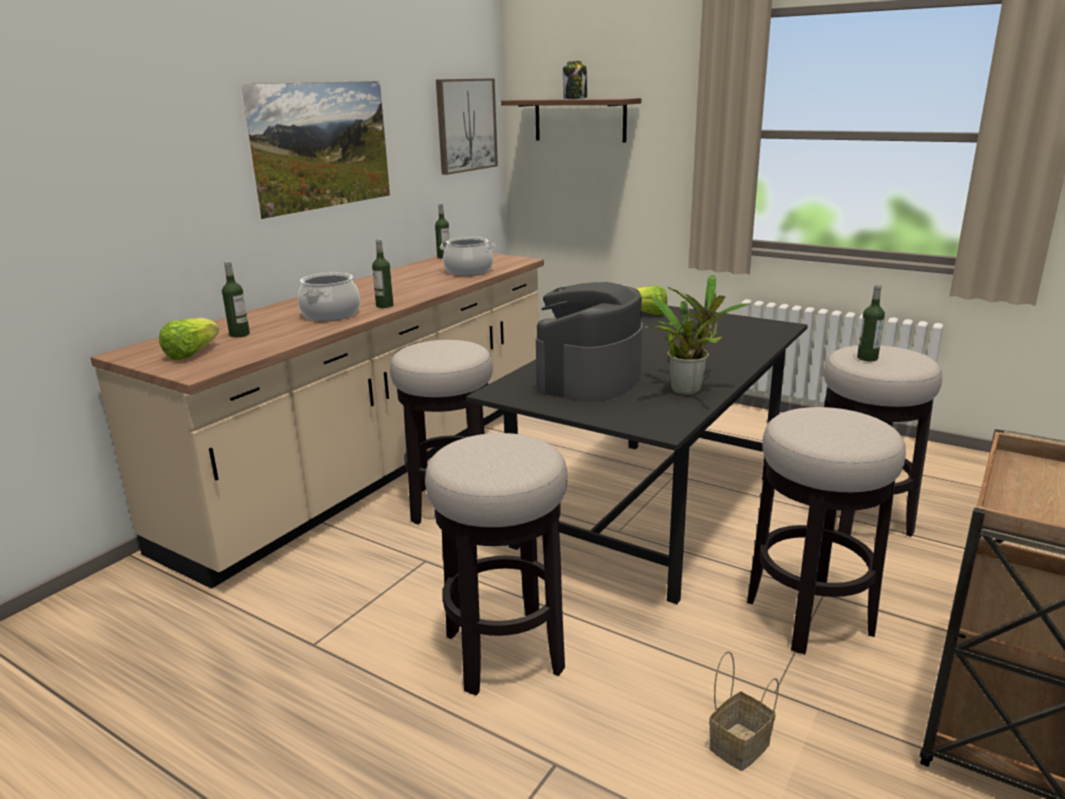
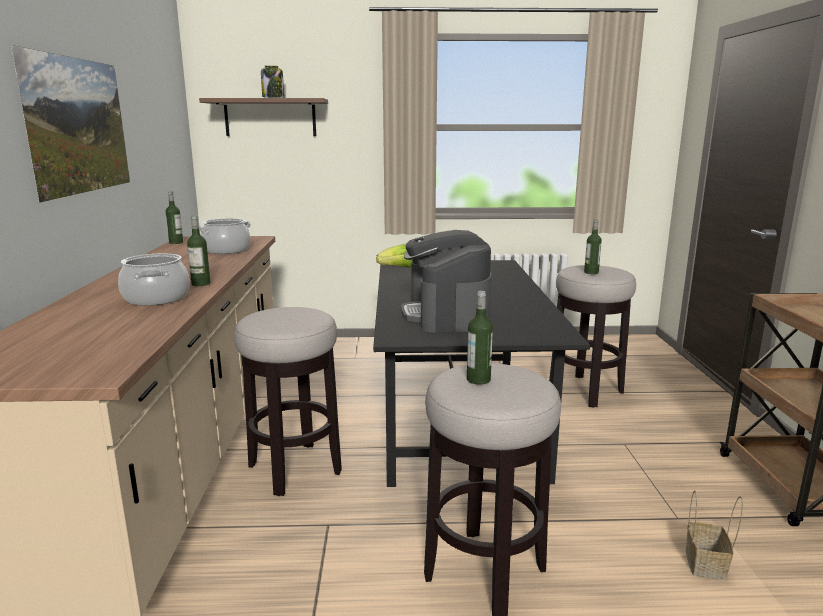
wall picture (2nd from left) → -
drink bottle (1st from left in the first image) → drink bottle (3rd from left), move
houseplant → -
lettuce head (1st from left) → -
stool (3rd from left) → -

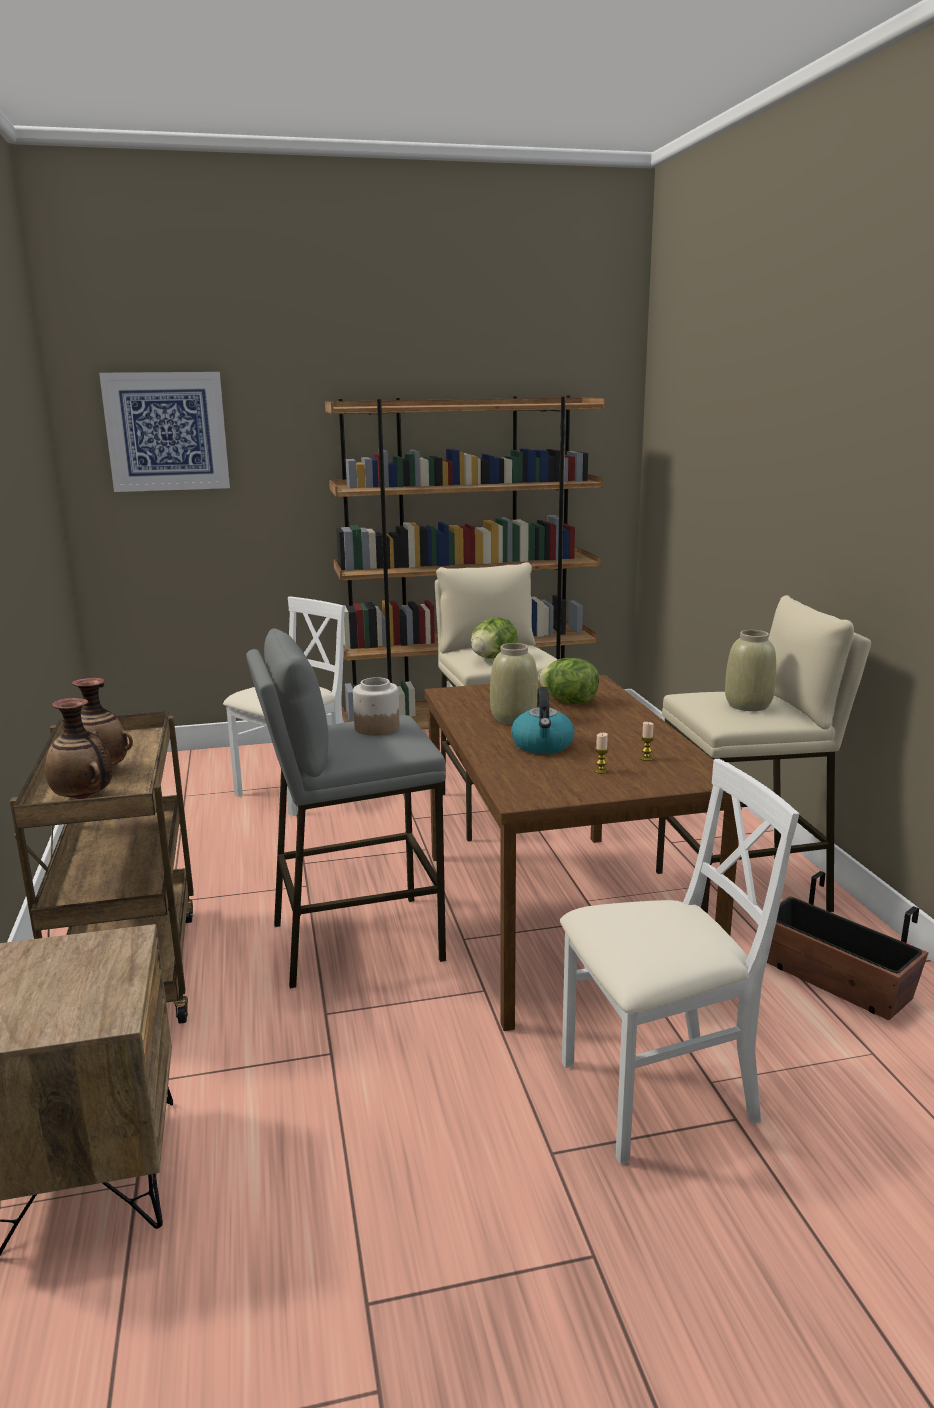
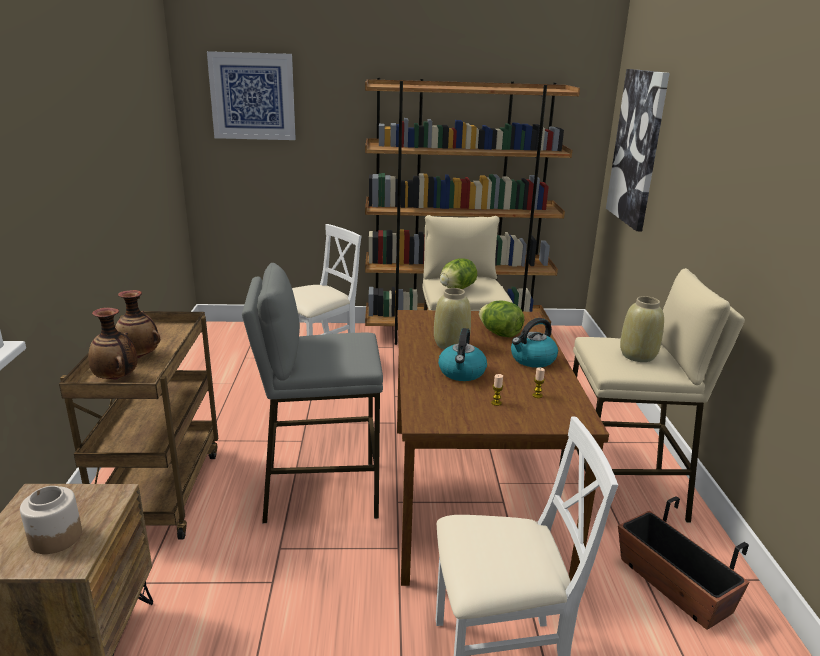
storage jar, move
- → wall picture (2nd from left)
- → kettle (2nd from left)

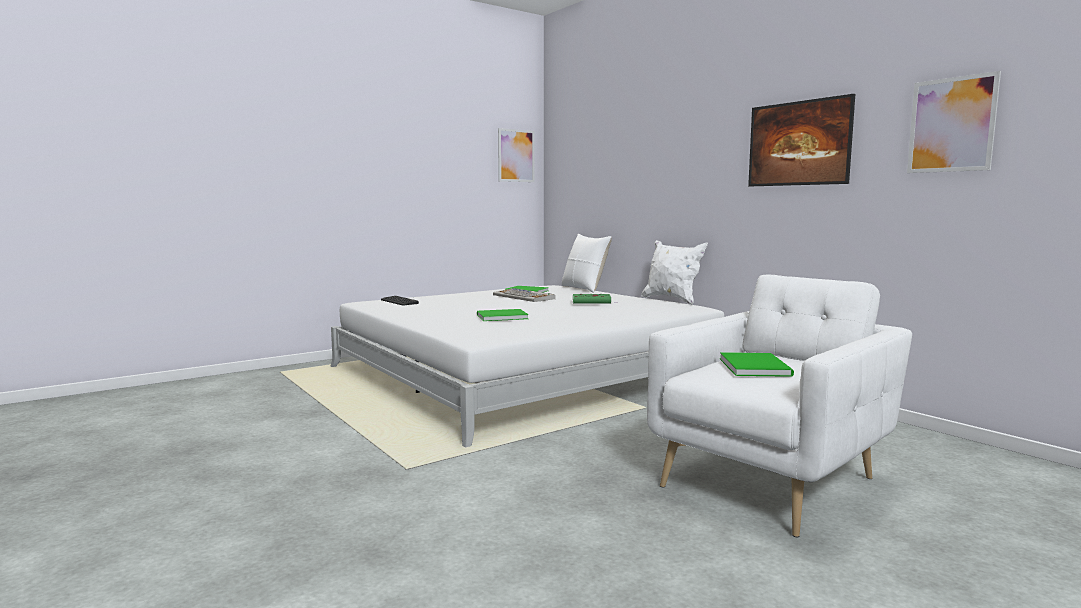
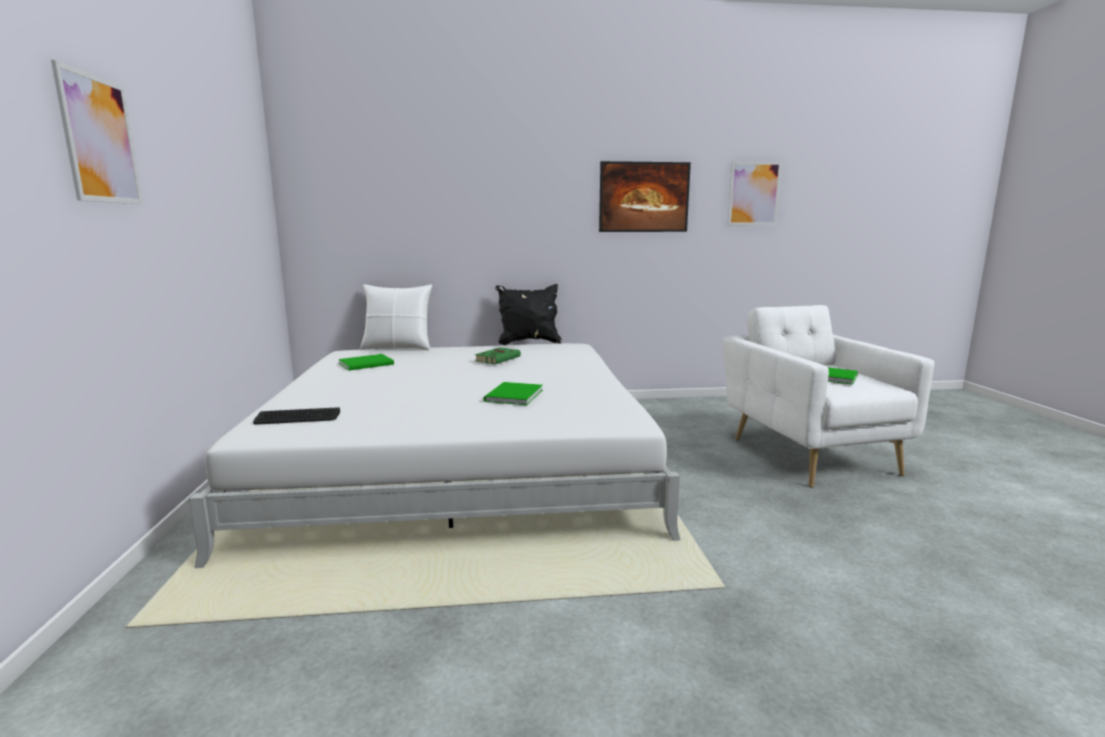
wall picture (1st from left), move
pillow/white-coloured (2nd from left) → pillow/blackish
computer keyboard (2nd from left) → -

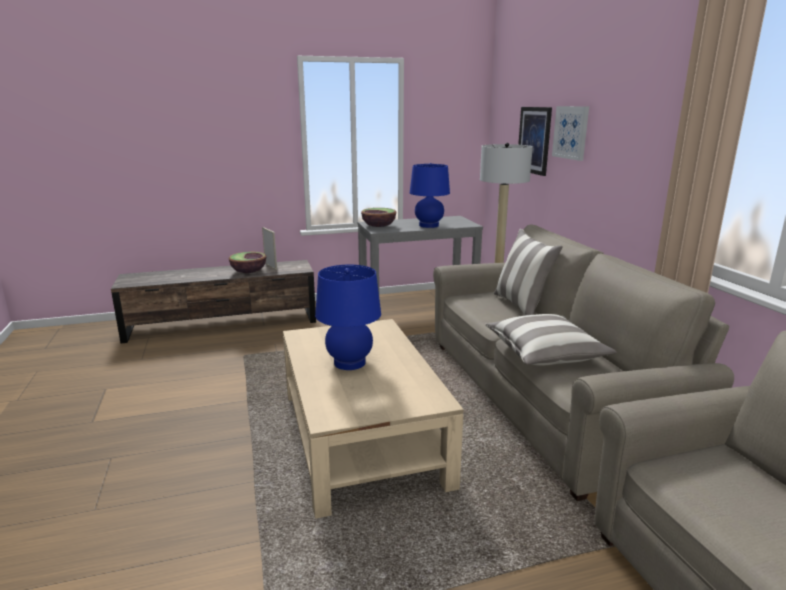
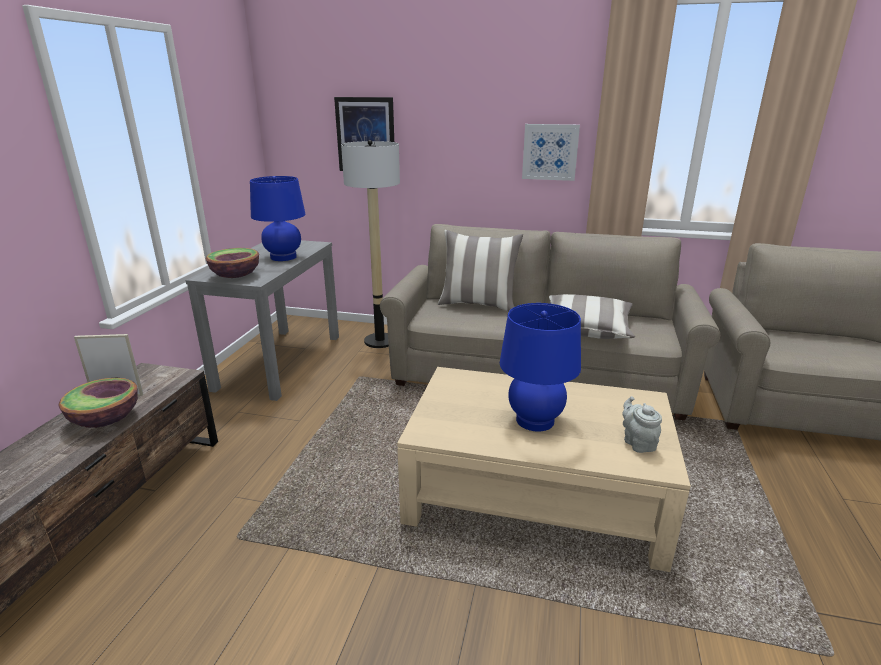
wall picture (2nd from left), move
- → teapot/grey

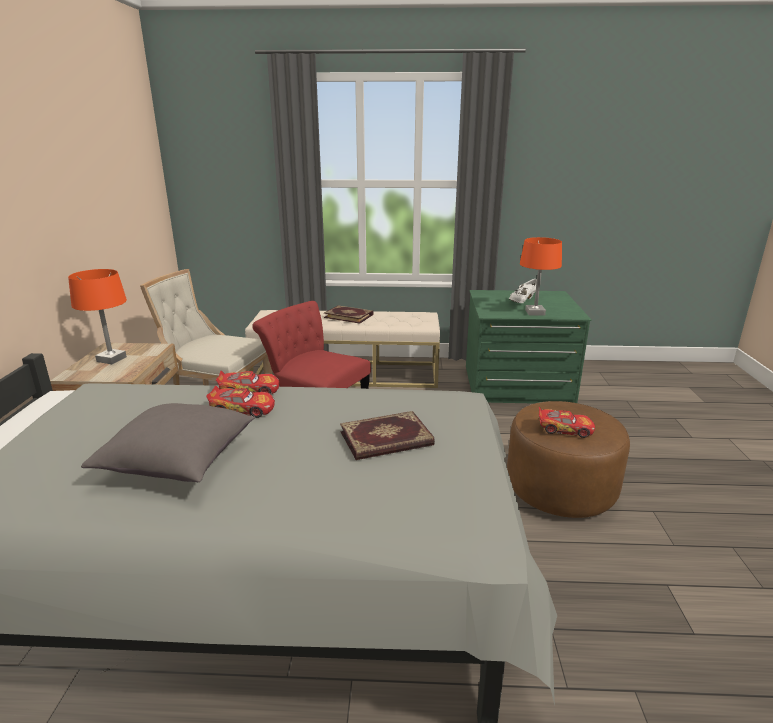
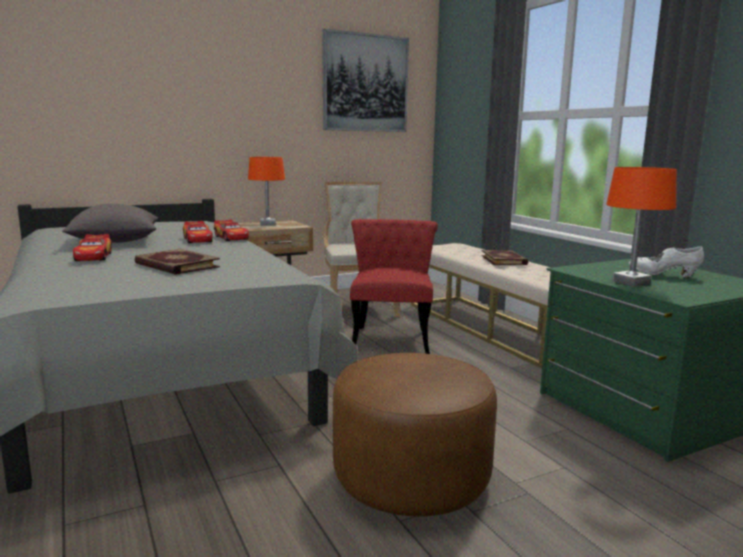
model car (3rd from left in the first image) → model car (1st from left), move
- → wall picture

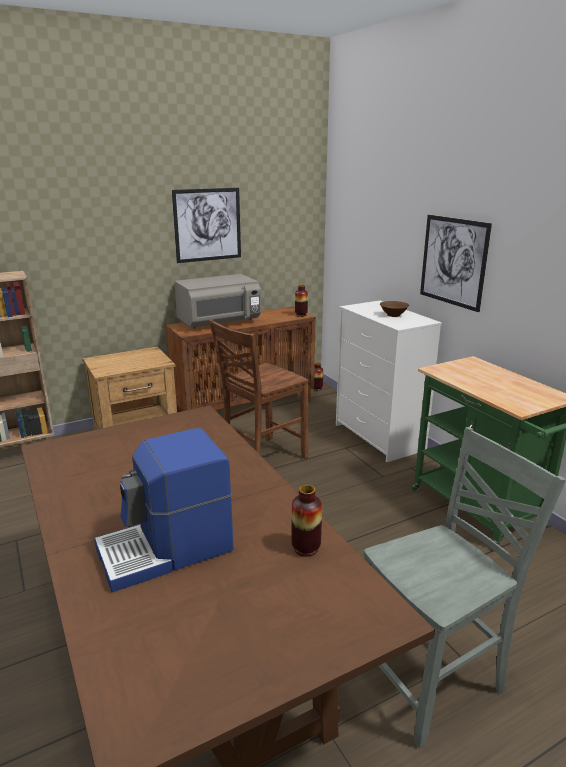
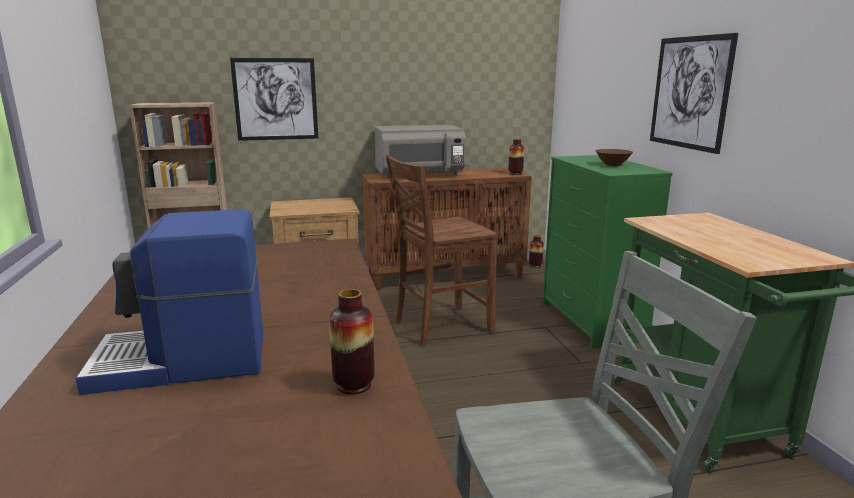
wall picture (1st from left), move
chest of drawers/white-coloured → chest of drawers/greenish

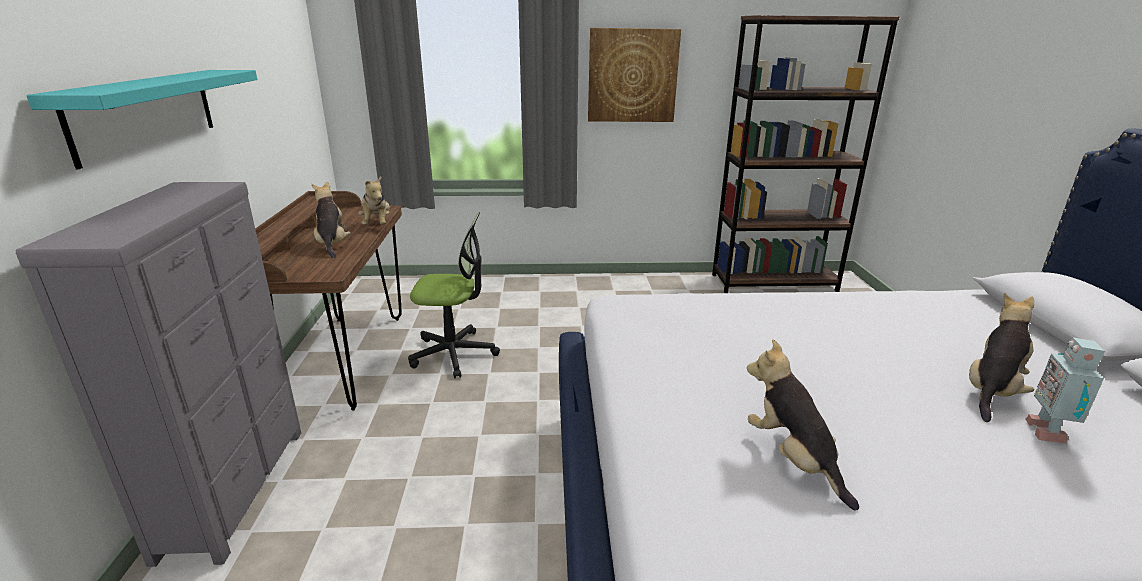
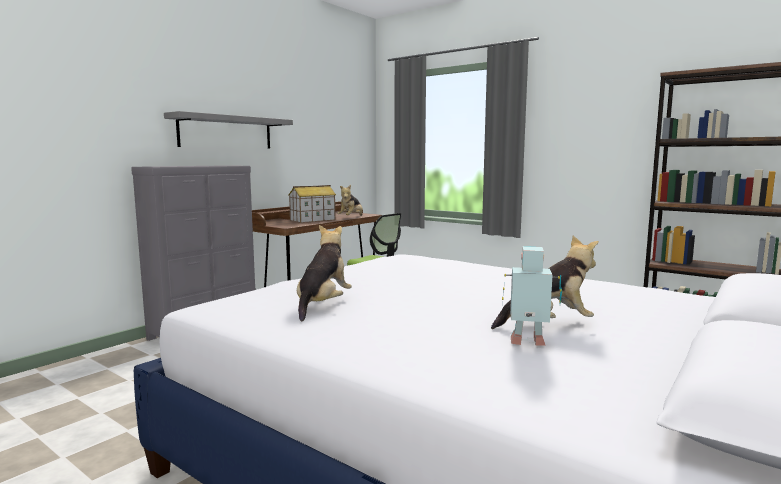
wall picture → -
wall shelf/turquoise-coloured → wall shelf/grey
cuddly toy (1st from left) → toy house
model robot, 45 degrees clockwise

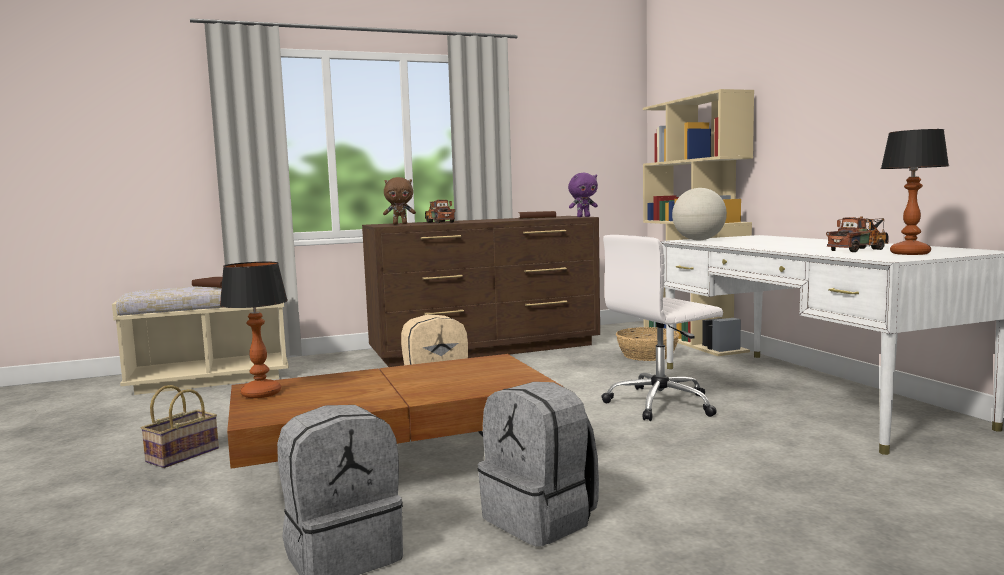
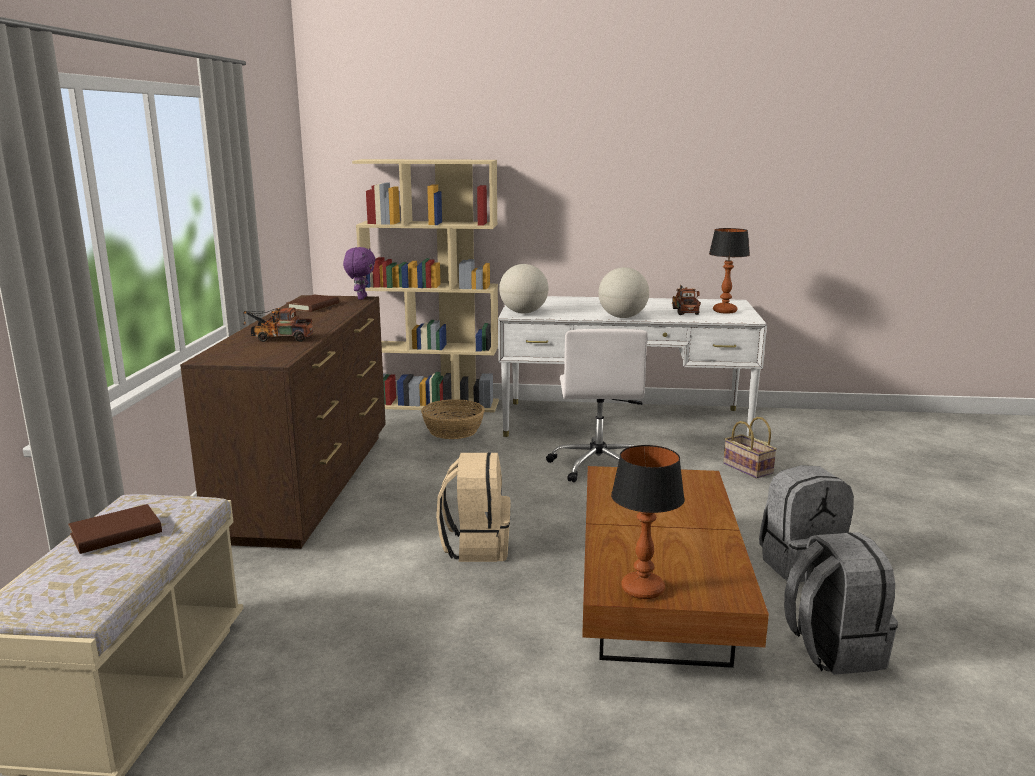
cuddly toy/brown → -
household basket (1st from left in the first image) → household basket (2nd from left), move
- → globe (2nd from left)

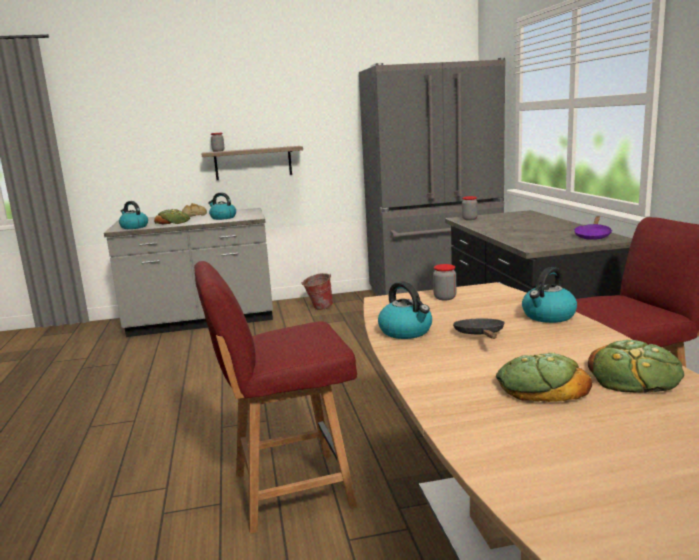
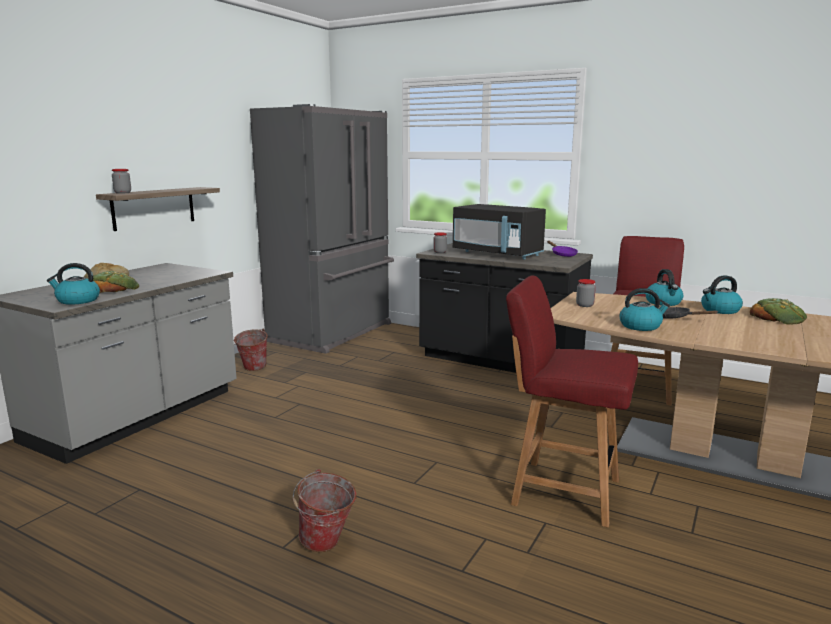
kettle (2nd from left in the first image) → kettle (4th from left), move
chair/reddish (1st from left), 90 degrees clockwise
bread (3rd from left) → -
- → microwave oven/blackish
- → water bucket (2nd from left)

